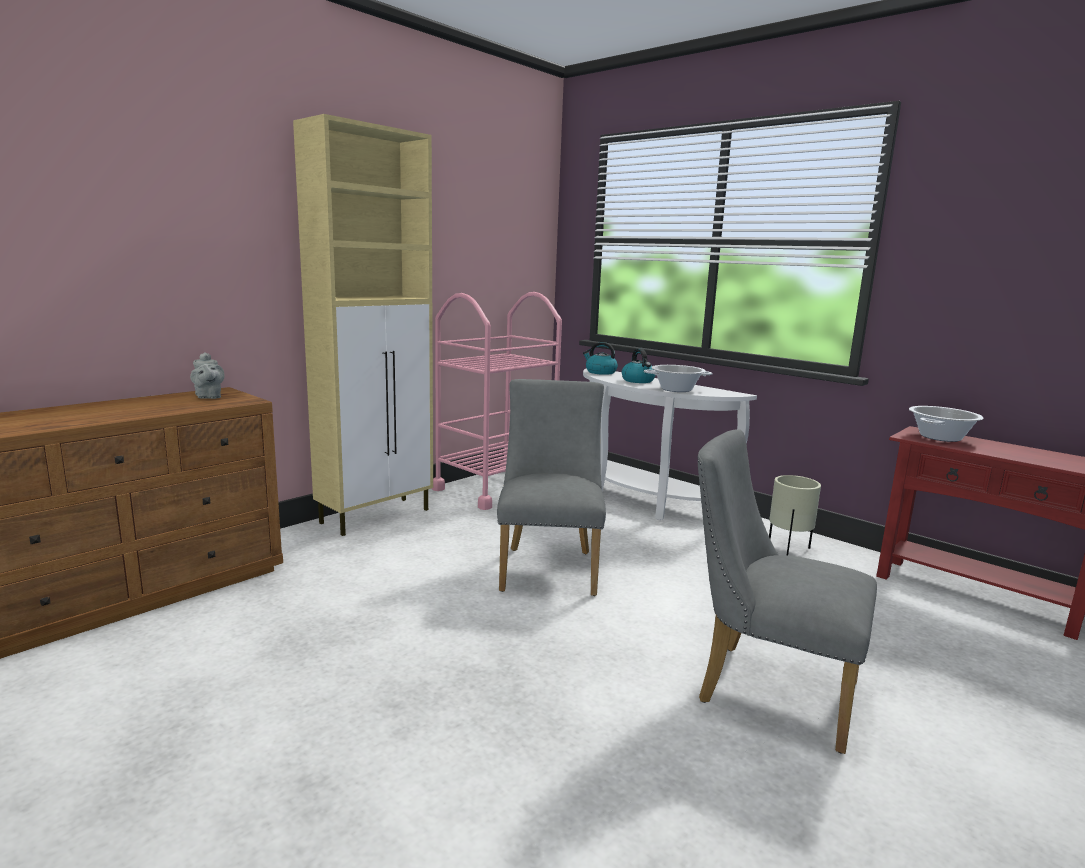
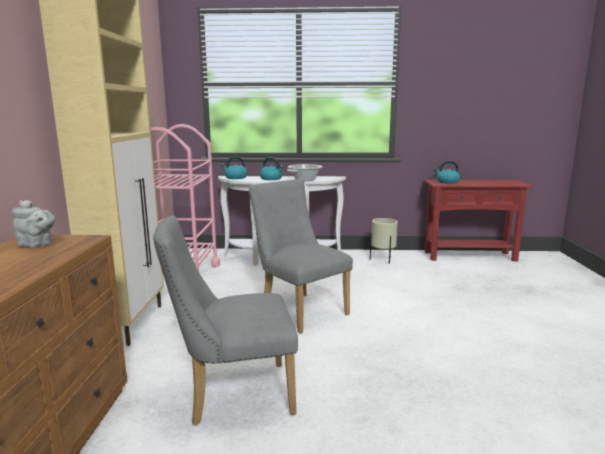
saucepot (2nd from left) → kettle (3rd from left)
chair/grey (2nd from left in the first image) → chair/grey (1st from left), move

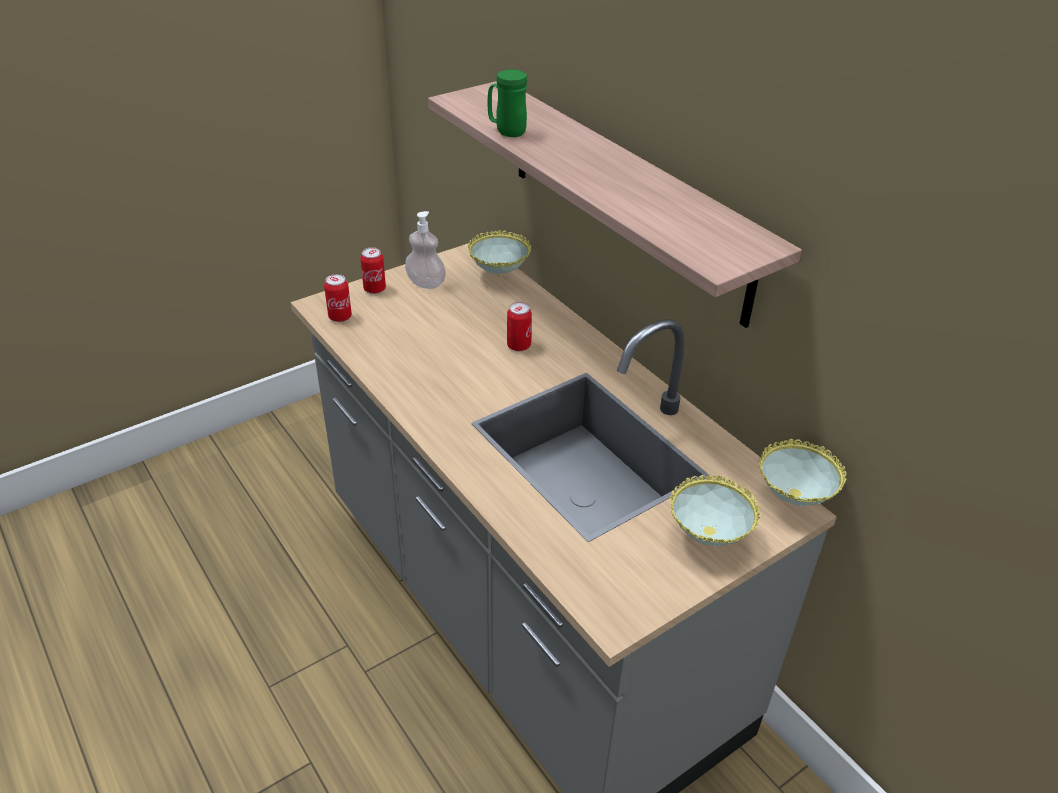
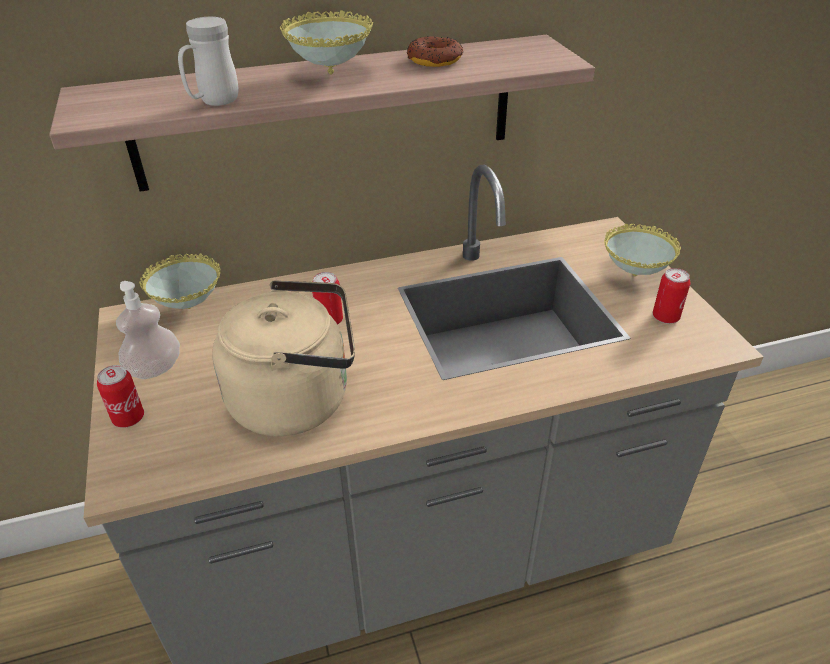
tea mug/greenish → tea mug/white-coloured
sealed can (1st from left in the first image) → sealed can (3rd from left), move
deep dish (3rd from left in the first image) → deep dish (2nd from left), move
- → ring doughnut
- → kettle/beige-coloured

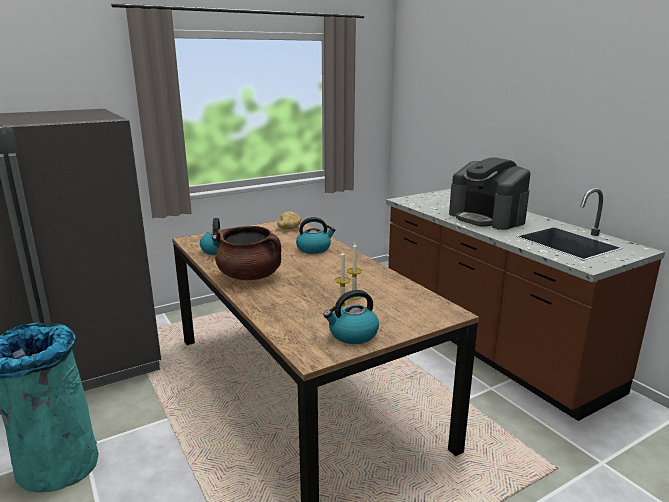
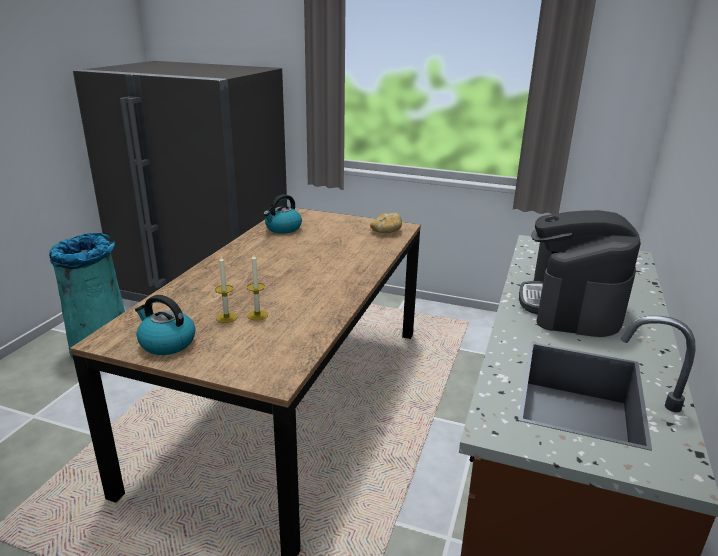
kettle (2nd from left) → -
saucepot/brown → -

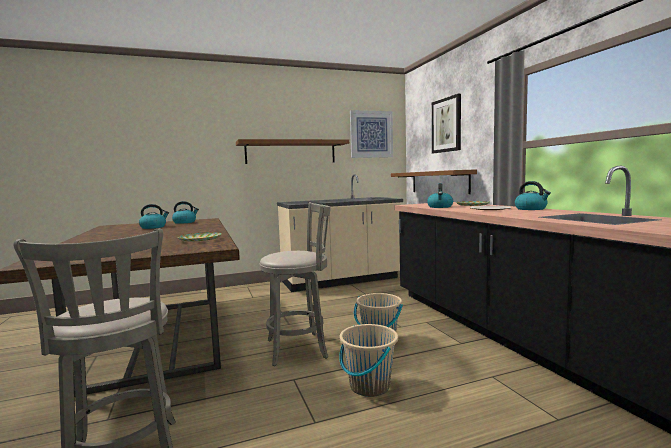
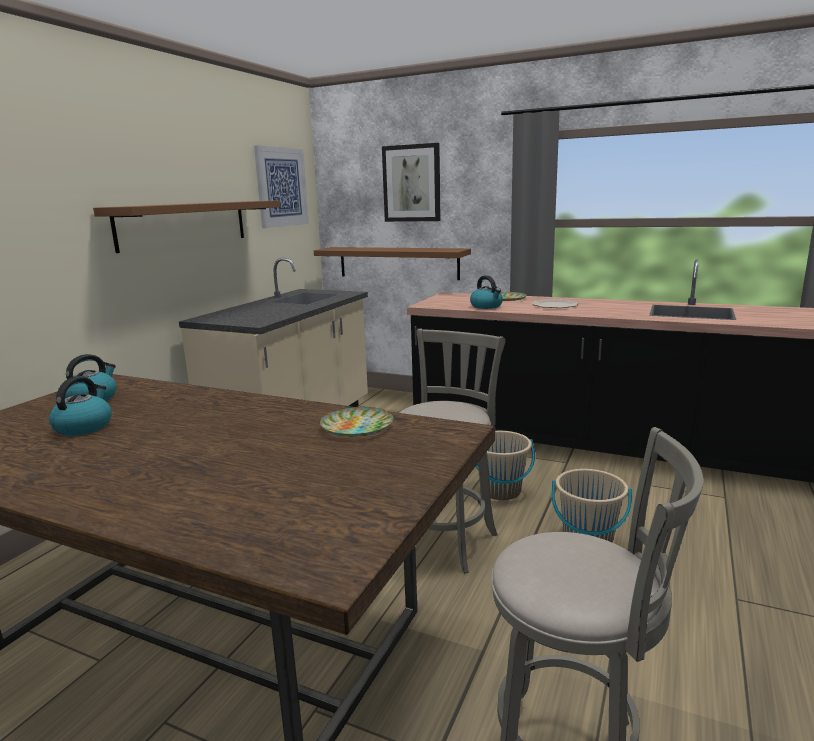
kettle (4th from left) → -

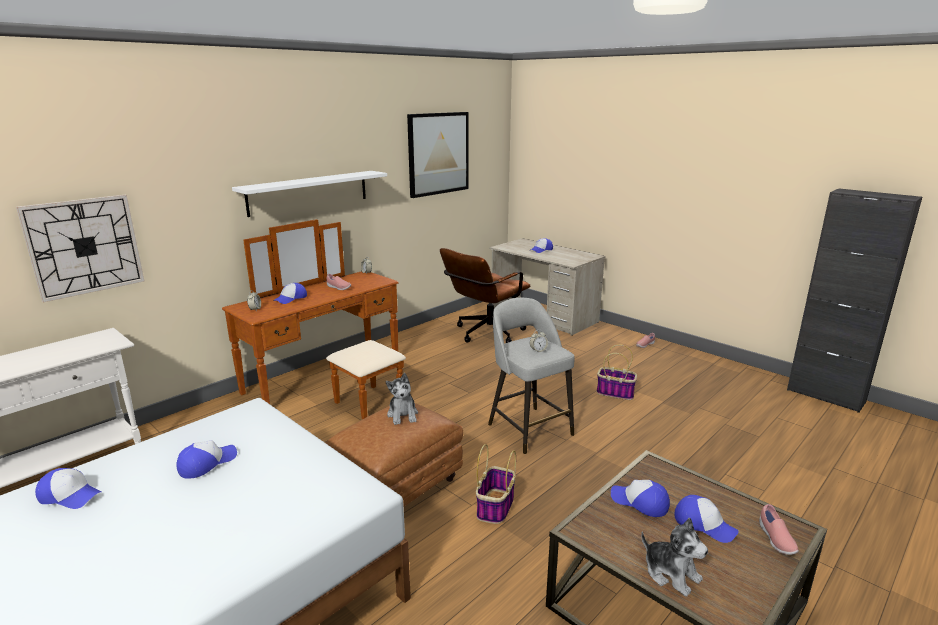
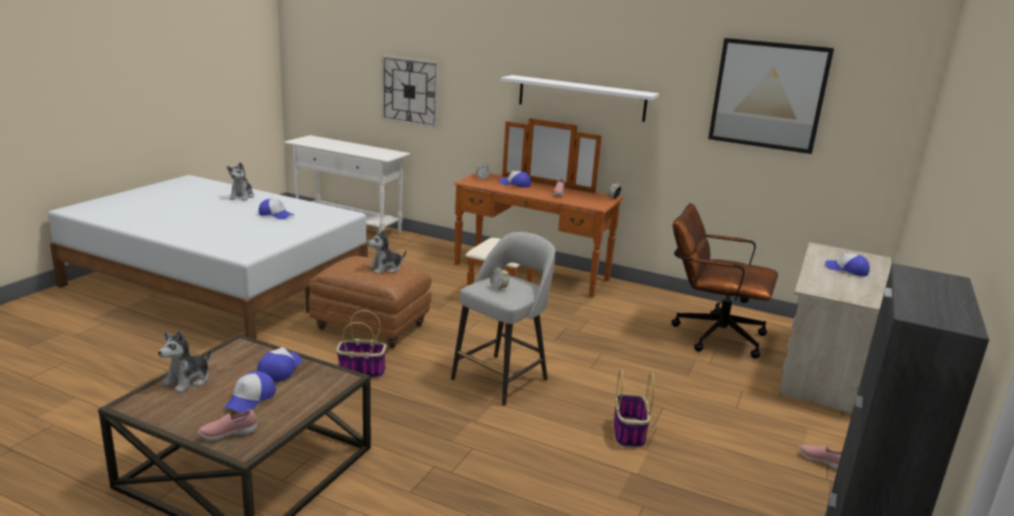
baseball cap (1st from left) → cuddly toy (2nd from left)

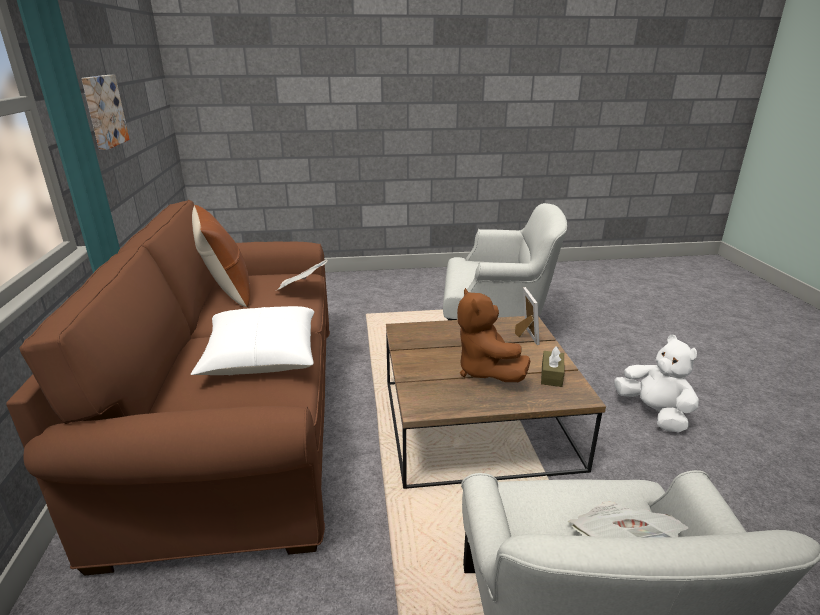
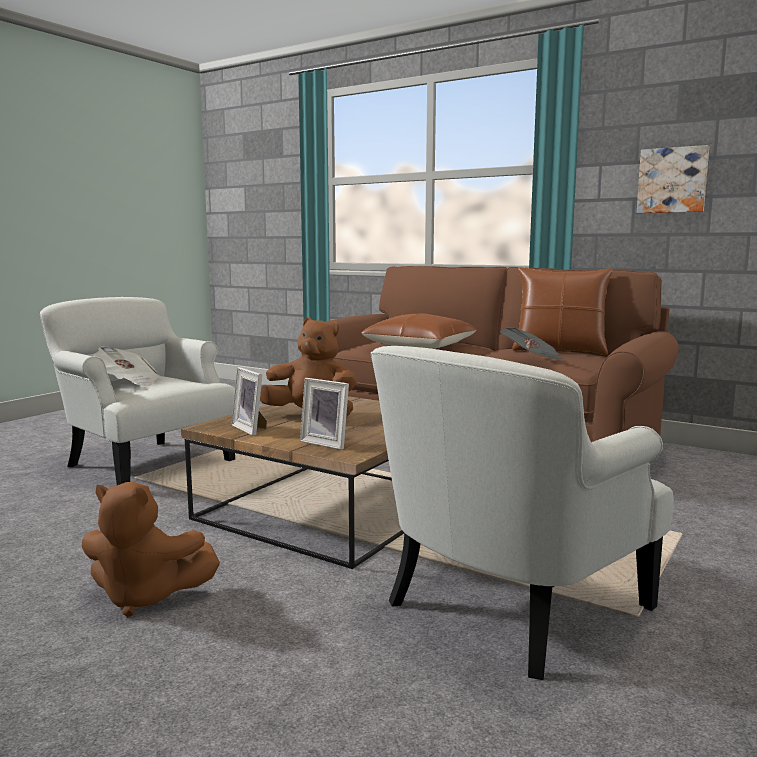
pillow/white-coloured → pillow/brown (1st from left)
cuddly toy/white-coloured → cuddly toy/brown (1st from left)
tissue box/brown → picture frame (1st from left)

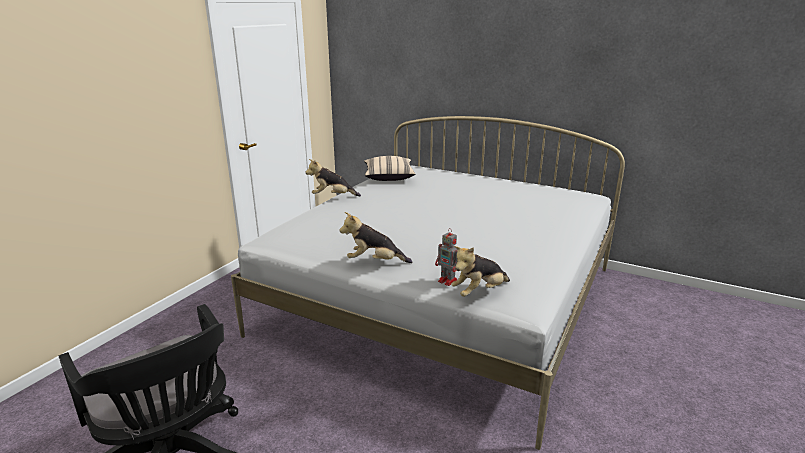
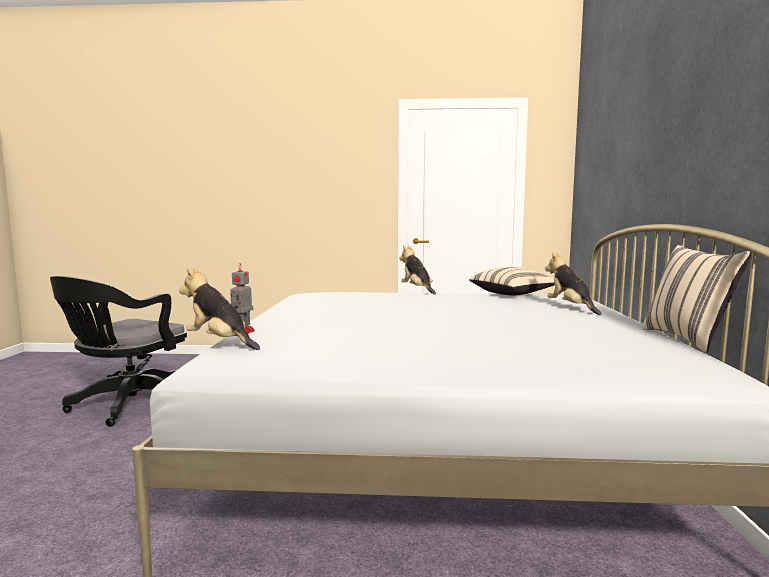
cuddly toy (2nd from left in the first image) → cuddly toy (3rd from left), move
- → pillow/beige-coloured (2nd from left)

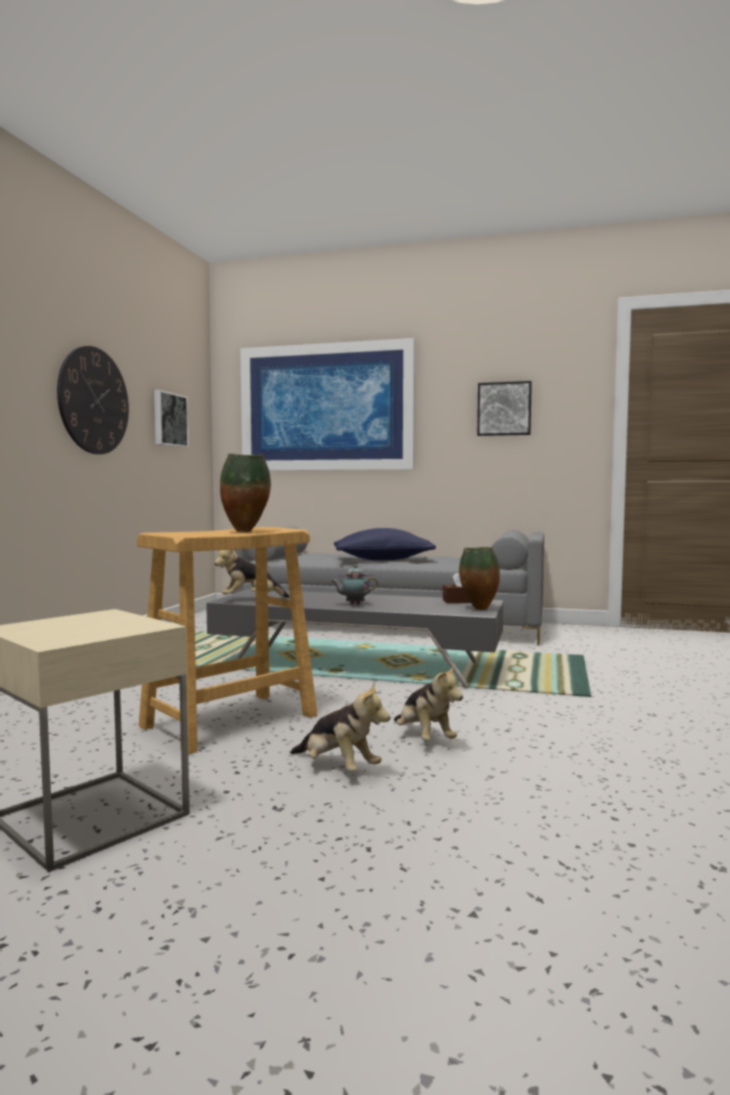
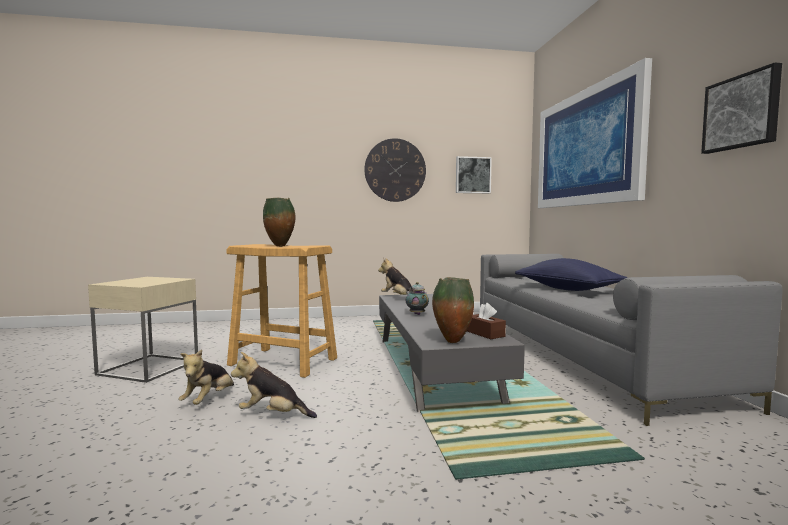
cuddly toy (3rd from left in the first image) → cuddly toy (2nd from left), 60 degrees clockwise

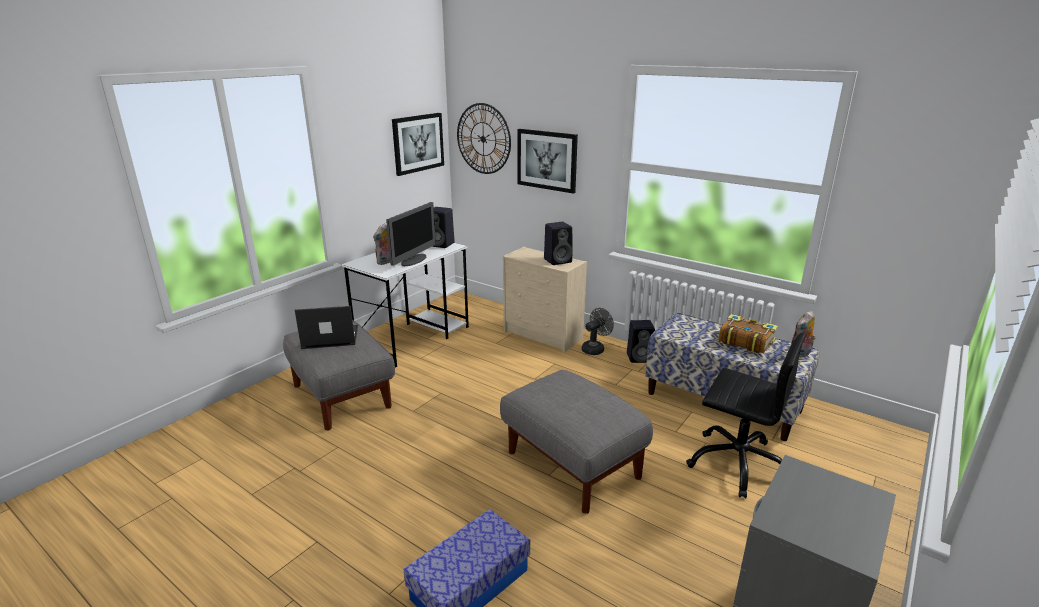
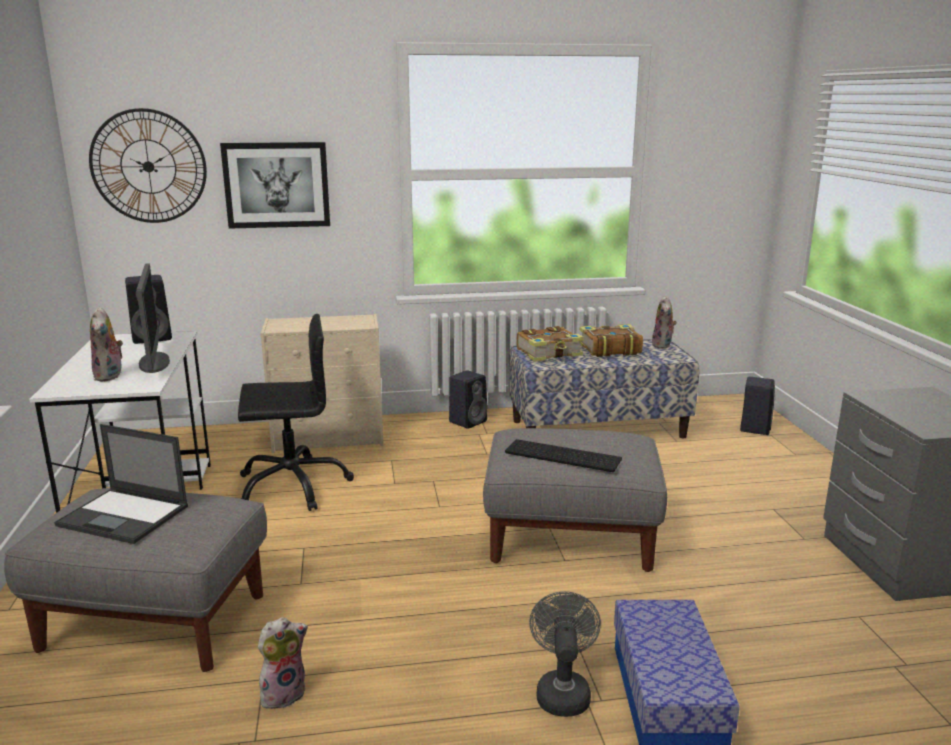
wall picture (1st from left) → -
loudspeaker/blackish (2nd from left in the first image) → loudspeaker/blackish (3rd from left), move
portable computer, 105 degrees counterclockwise
fan/grey, move
office chair/blackish, move
- → volume (1st from left)
- → computer keyboard
- → cuddly toy (2nd from left)

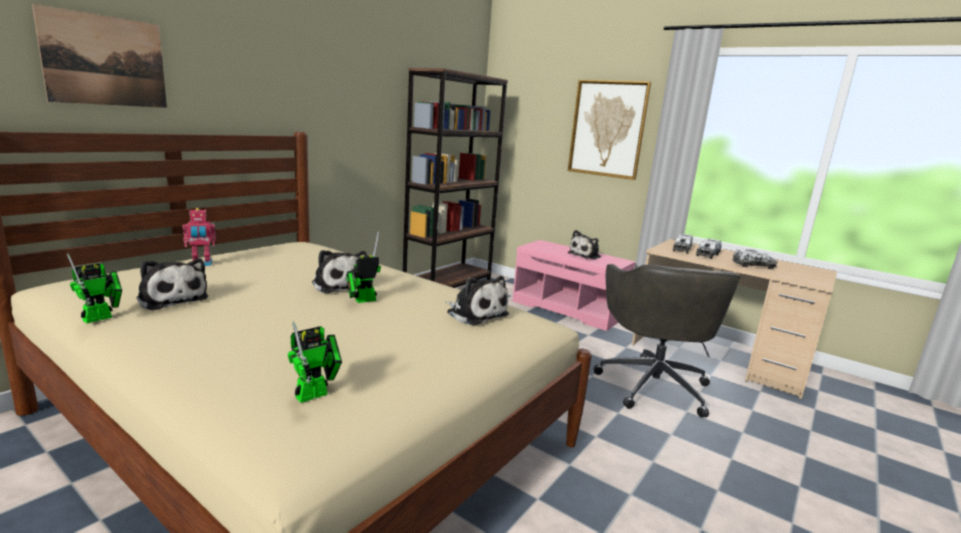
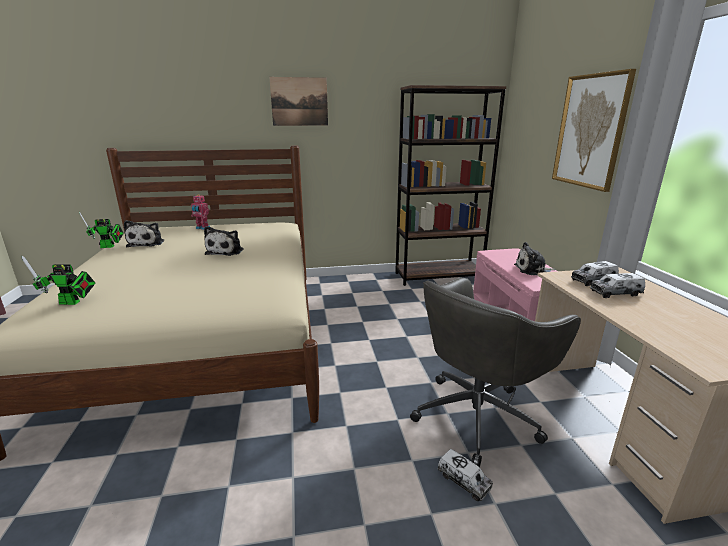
wall picture (1st from left), move
model robot (4th from left) → -
toy lorry (3rd from left in the first image) → toy lorry (1st from left), move
cuddly toy (3rd from left) → -

